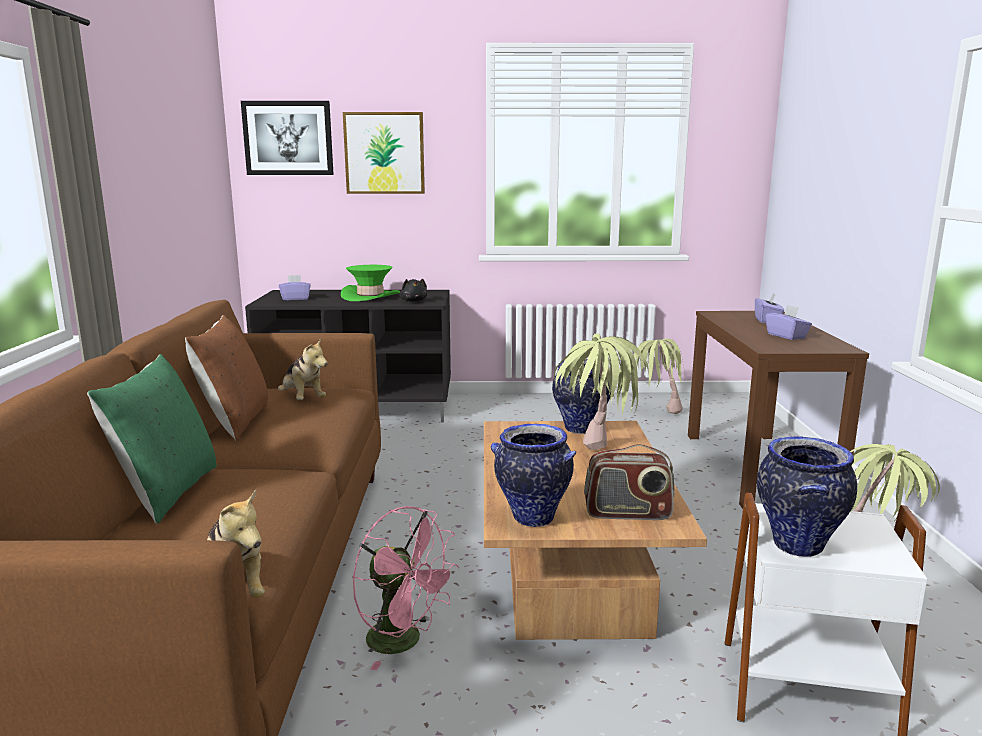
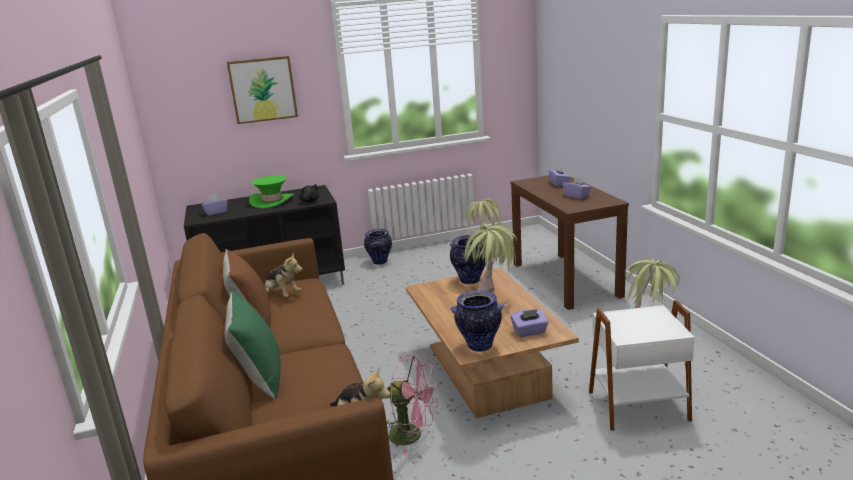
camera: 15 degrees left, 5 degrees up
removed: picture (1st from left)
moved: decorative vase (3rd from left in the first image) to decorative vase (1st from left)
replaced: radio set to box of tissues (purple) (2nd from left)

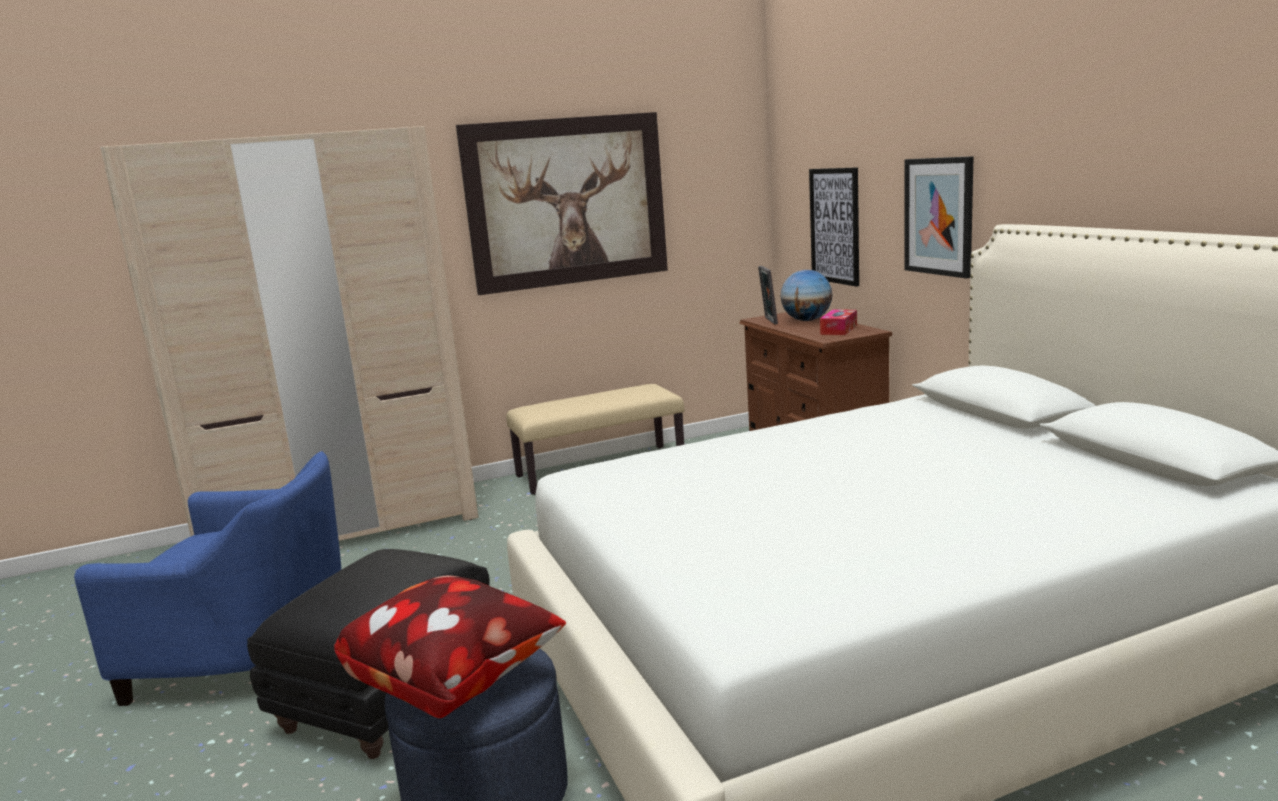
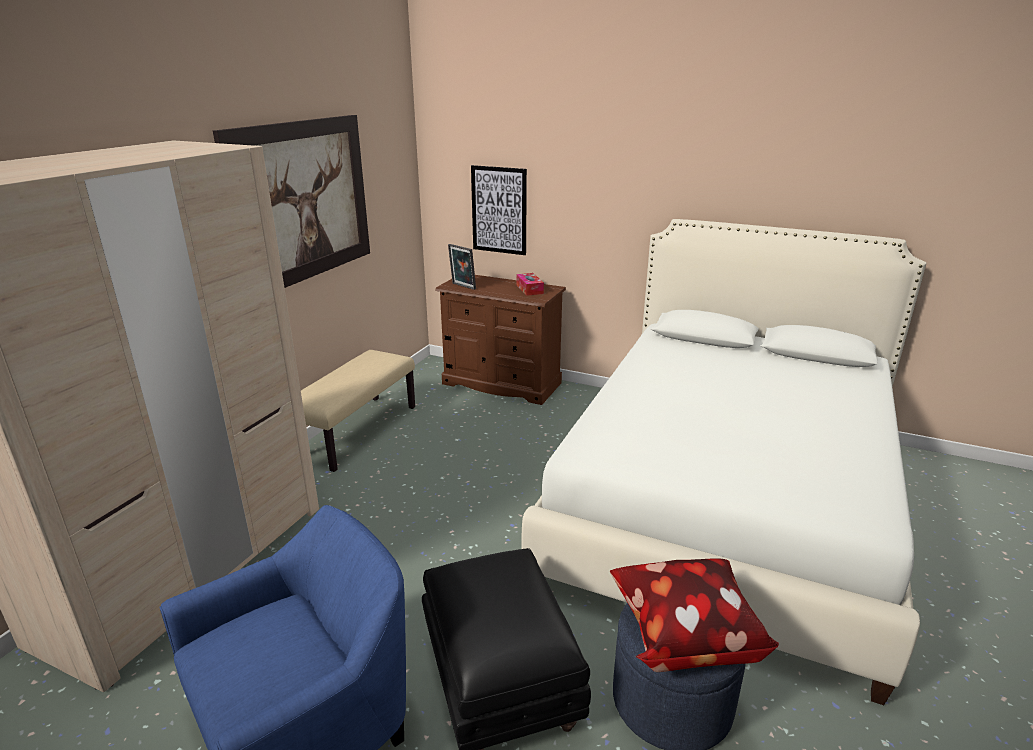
camera: 45 degrees left, 10 degrees up
removed: desk globe; picture (3rd from left)

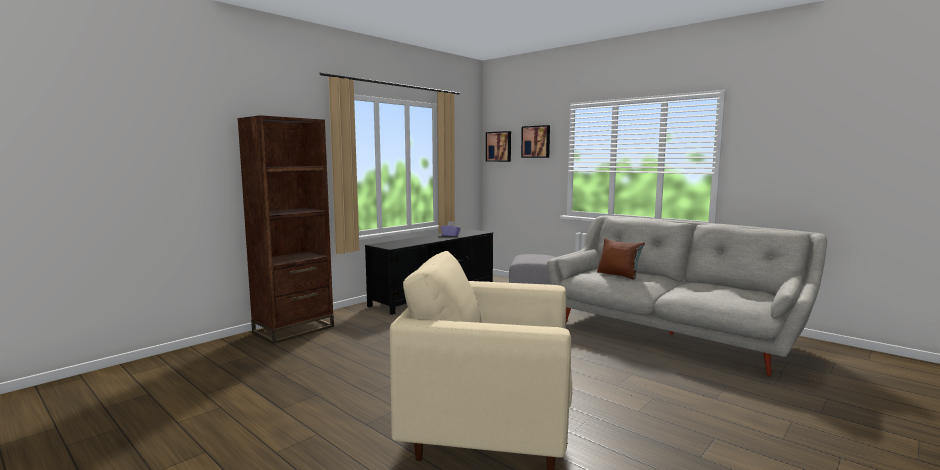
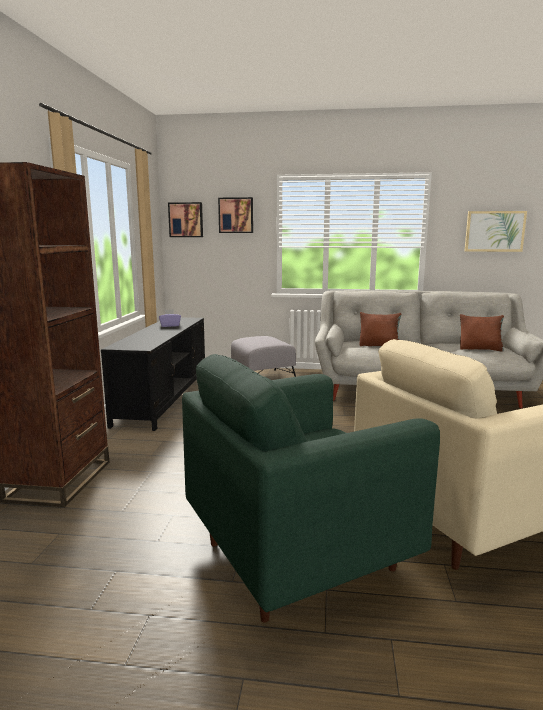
camera: 35 degrees left, 5 degrees up
added: armchair (green-coloured); throw pillow (brown) (2nd from left); picture (3rd from left)

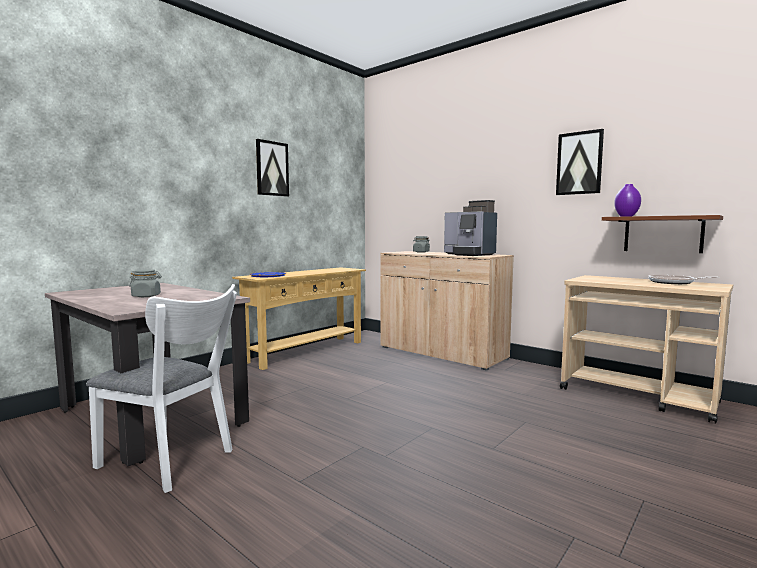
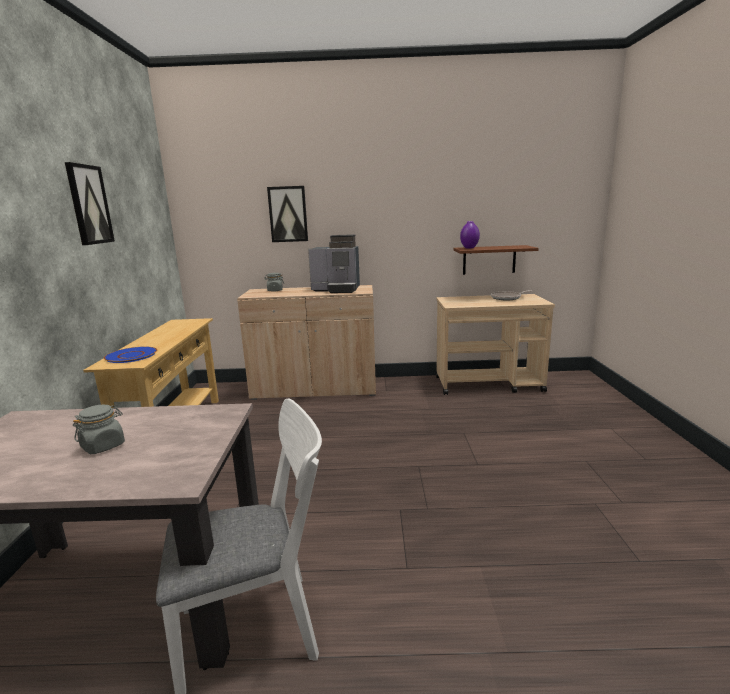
camera: 40 degrees left, 10 degrees up
moved: picture (2nd from left)

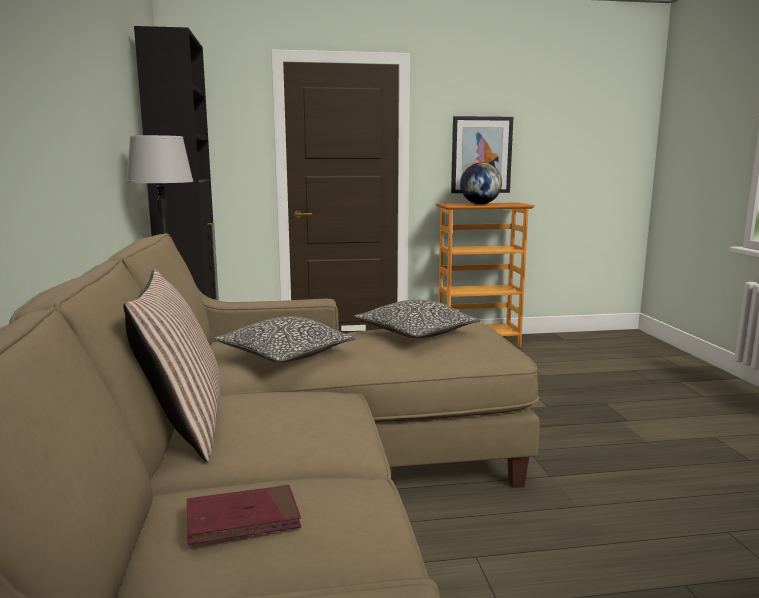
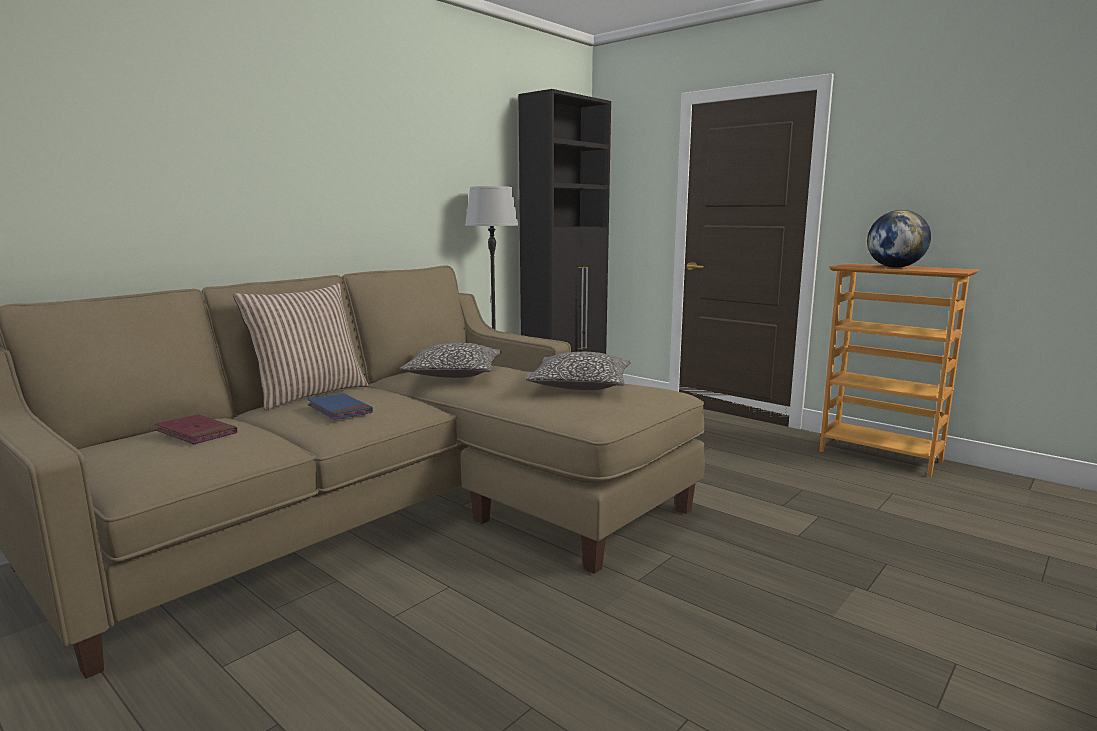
camera: 50 degrees right, 0 degrees up
removed: picture
added: book (bluish)

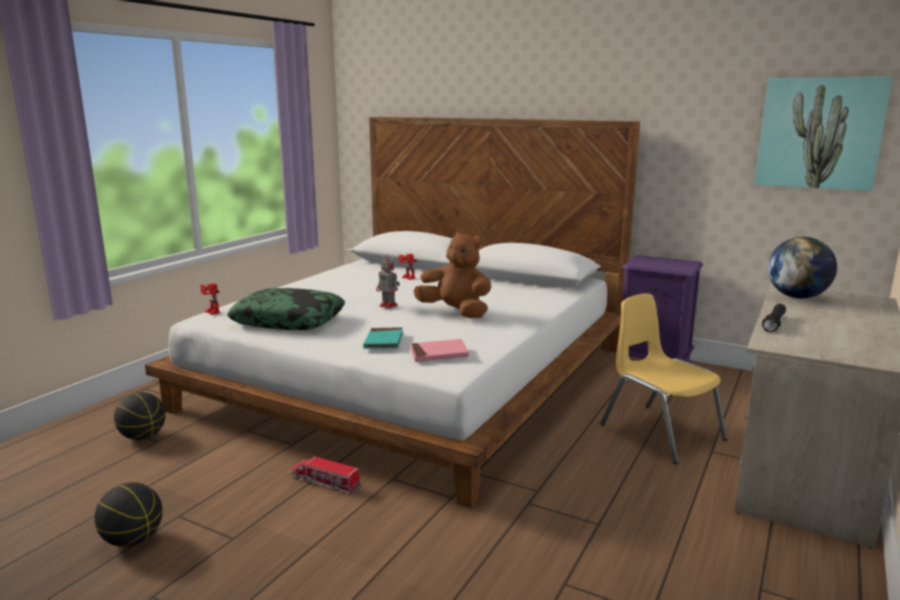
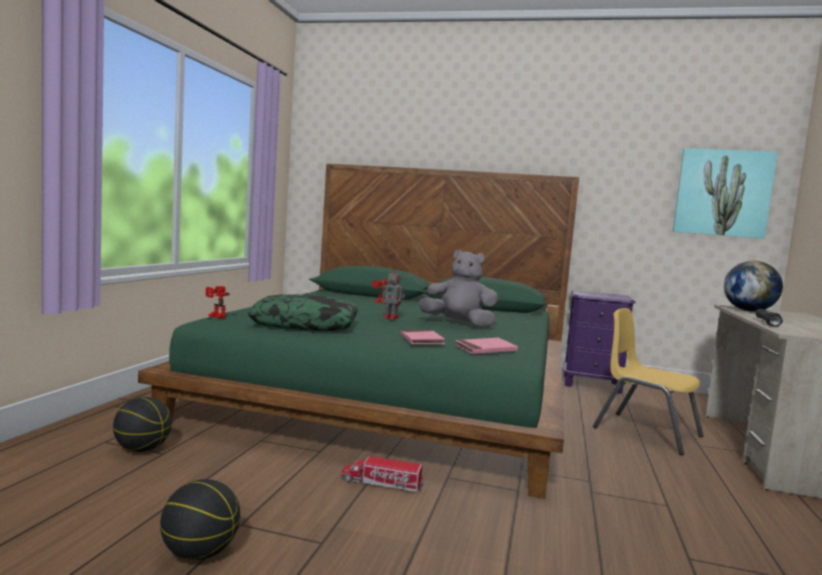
camera: 15 degrees left, 10 degrees down
recoloured: sleeping bed (white-coloured) to sleeping bed (green-coloured); book (turquoise) to book (pink) (1st from left); plush toy (brown) to plush toy (gray)

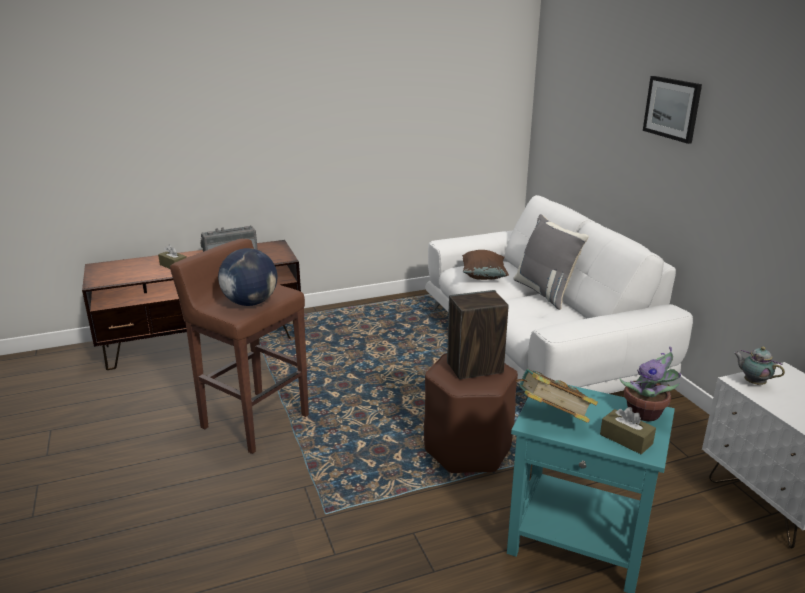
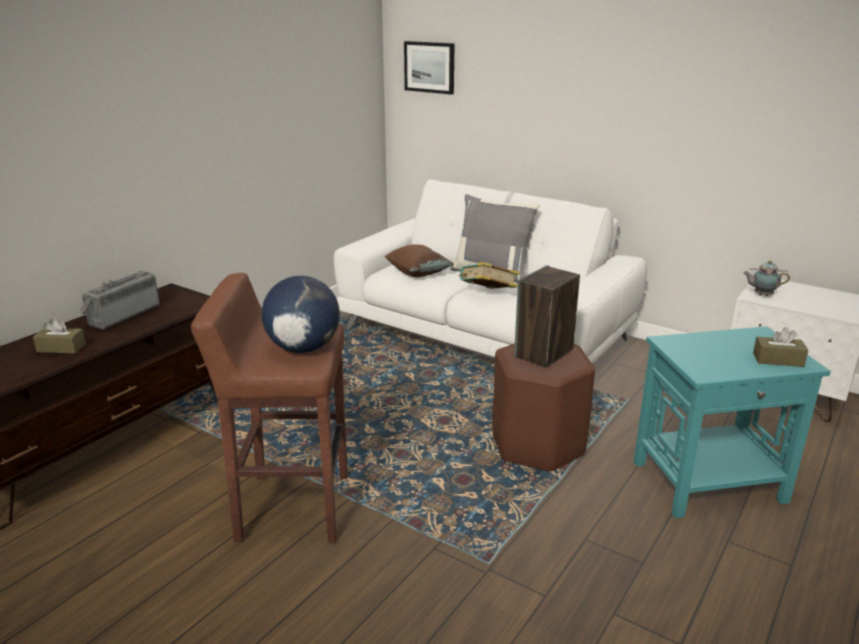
camera: 35 degrees left, 0 degrees up
removed: plant in a pot
moved: book; picture

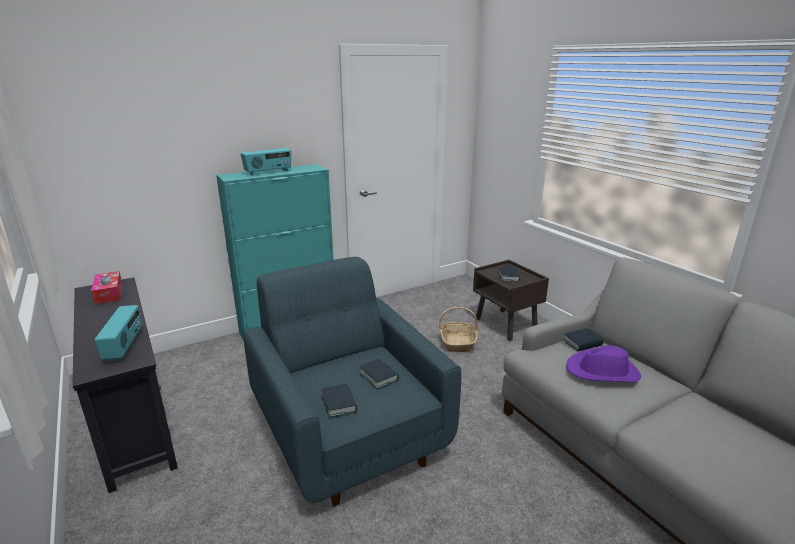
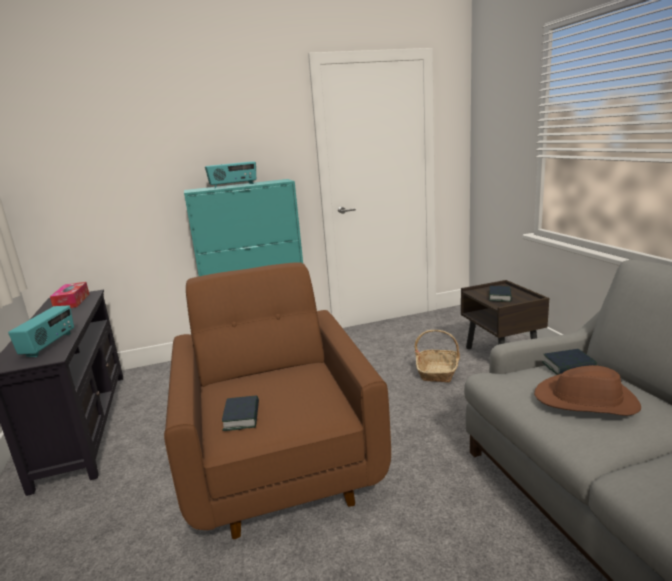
camera: 15 degrees right, 5 degrees down
removed: book (2nd from left)
recoloured: armchair (bluish) to armchair (brown); hat (purple) to hat (brown)

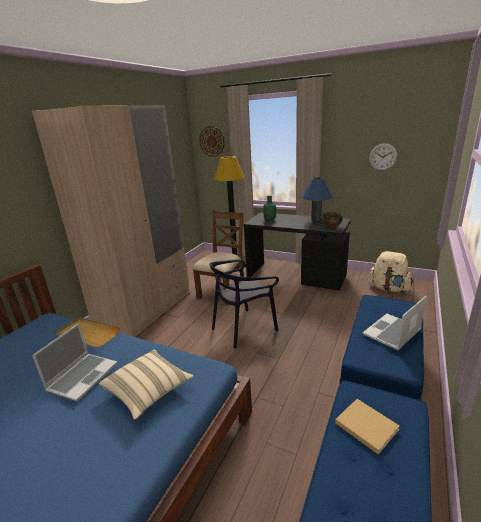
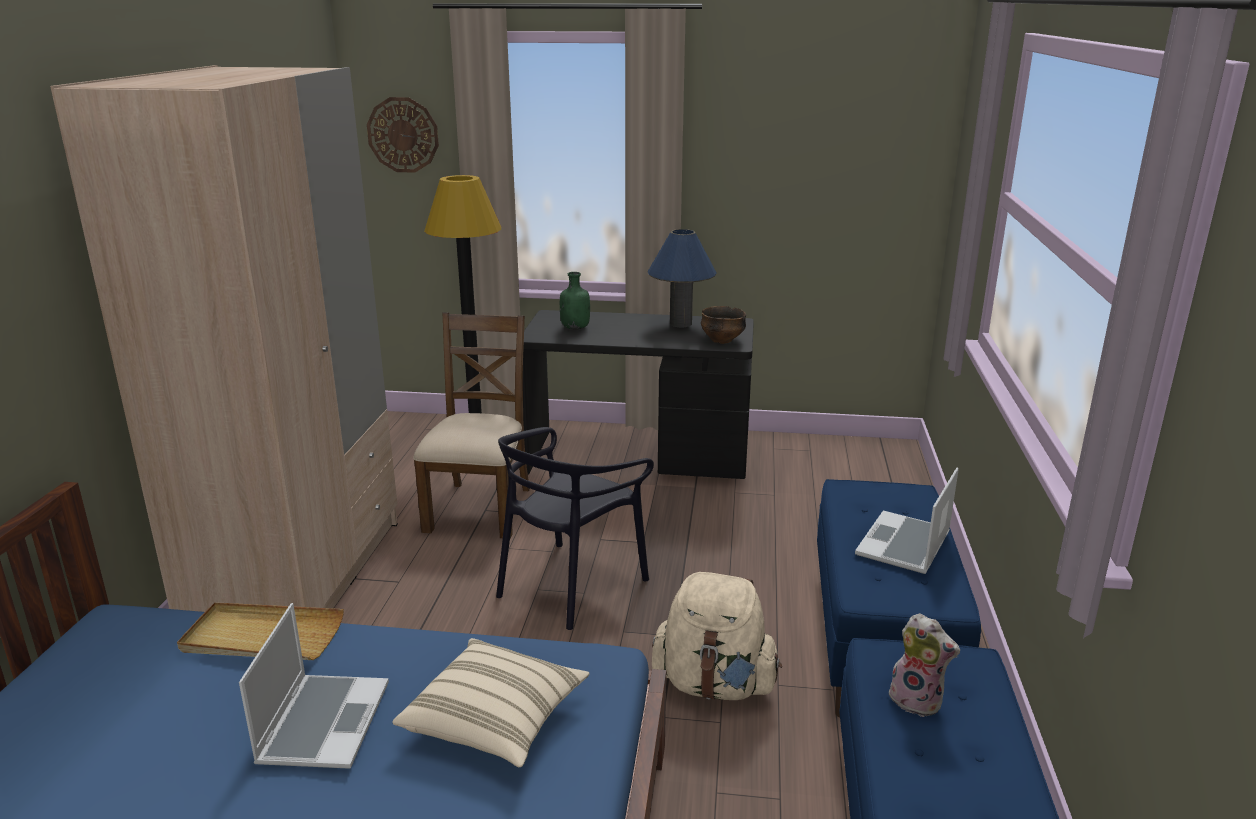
camera: 20 degrees left, 0 degrees up
removed: clock on the wall (2nd from left)
moved: rucksack (sand-coloured)
replaced: book (sand-coloured) to plush toy

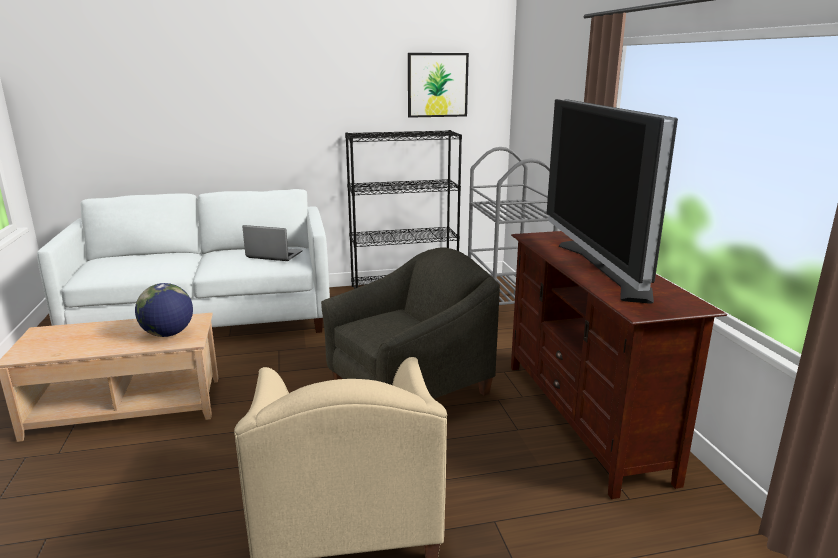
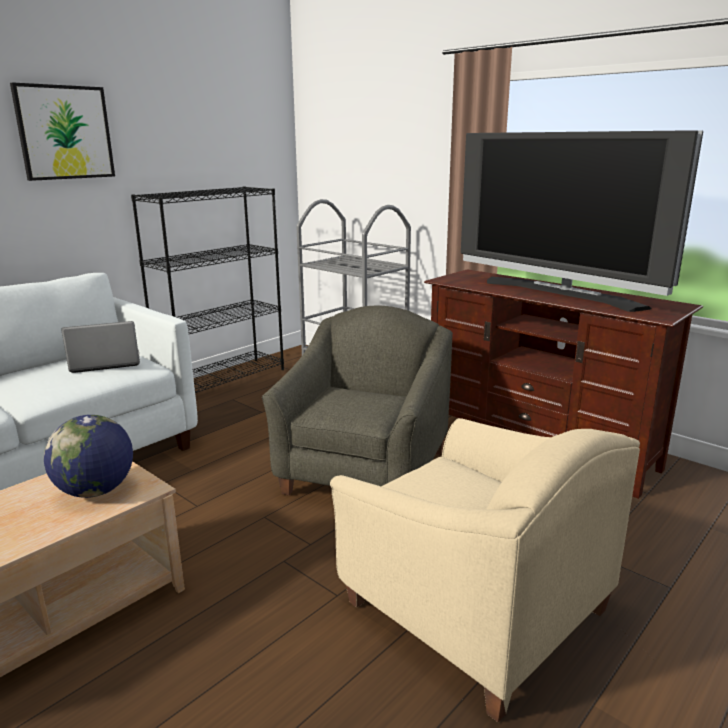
camera: 35 degrees left, 0 degrees up
moved: picture

